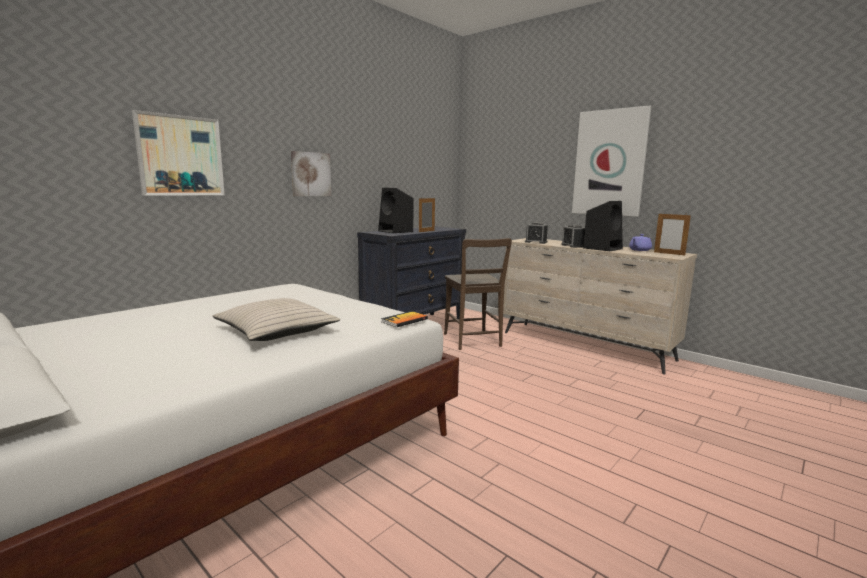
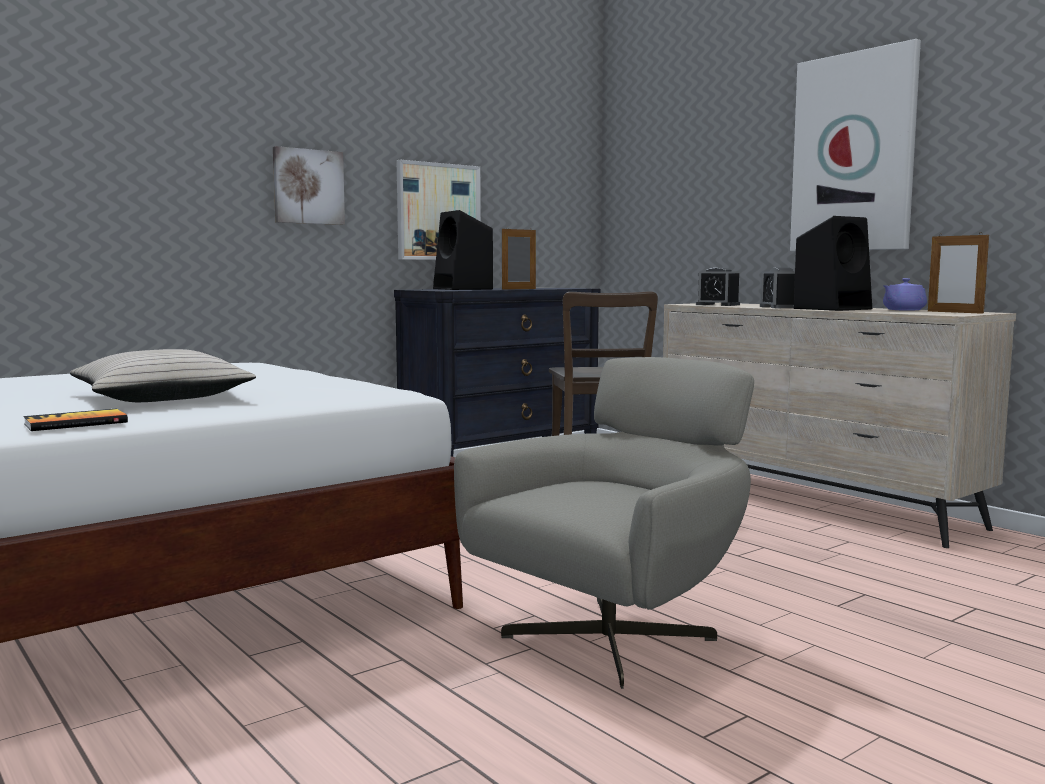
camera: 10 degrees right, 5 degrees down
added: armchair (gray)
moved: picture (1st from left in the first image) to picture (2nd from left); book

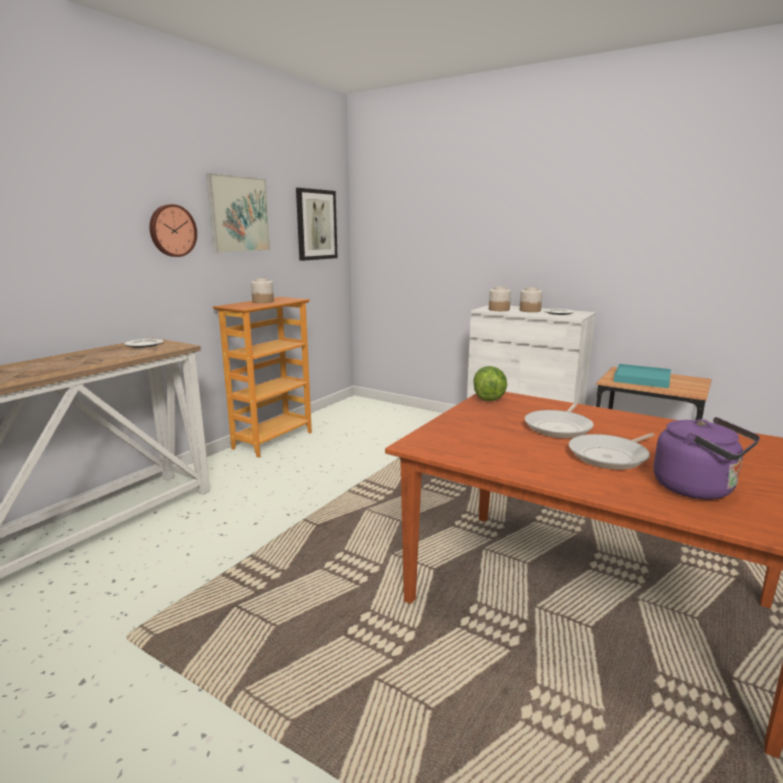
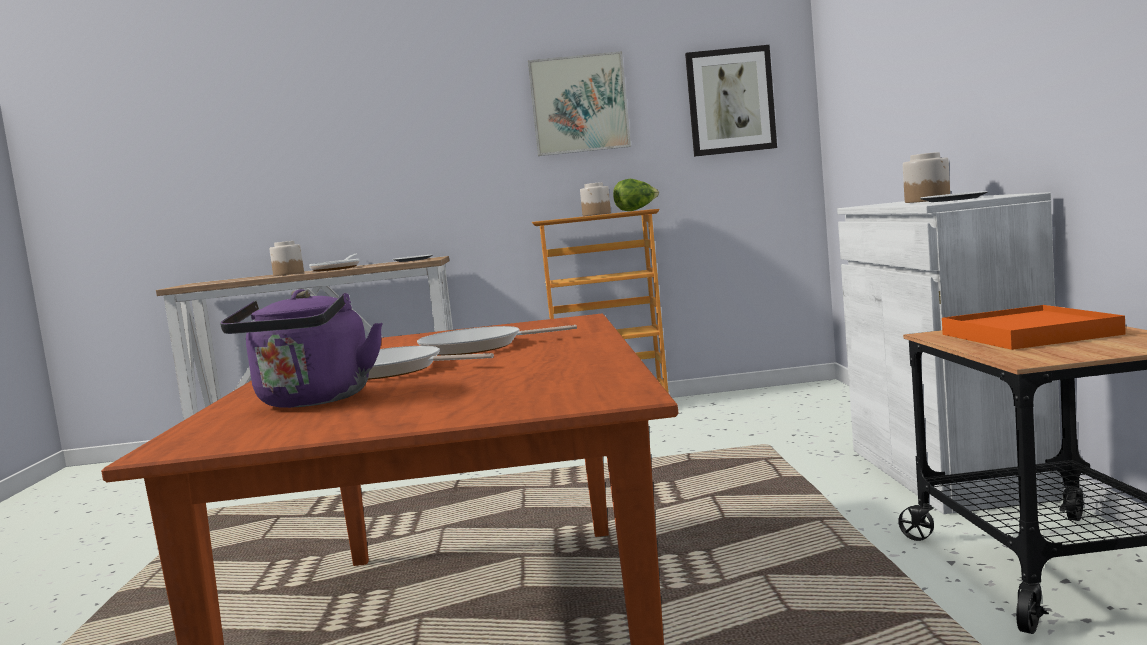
camera: 55 degrees right, 10 degrees down
removed: clock on the wall
added: skillet (1st from left)
moved: head of lettuce; preserve jar (2nd from left in the first image) to preserve jar (1st from left)
recoloured: tray (turquoise) to tray (orange-coloured)

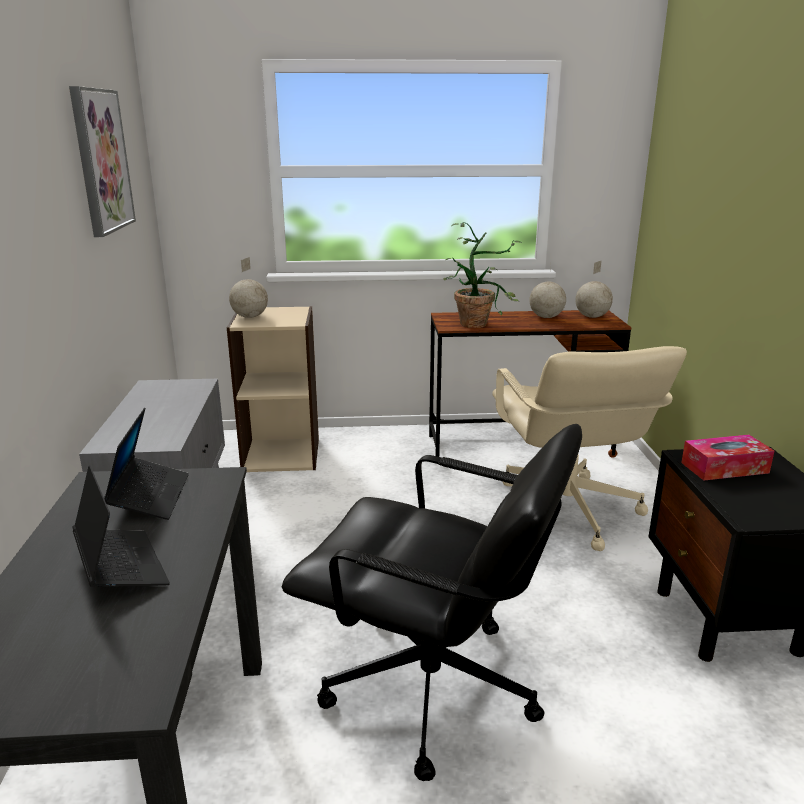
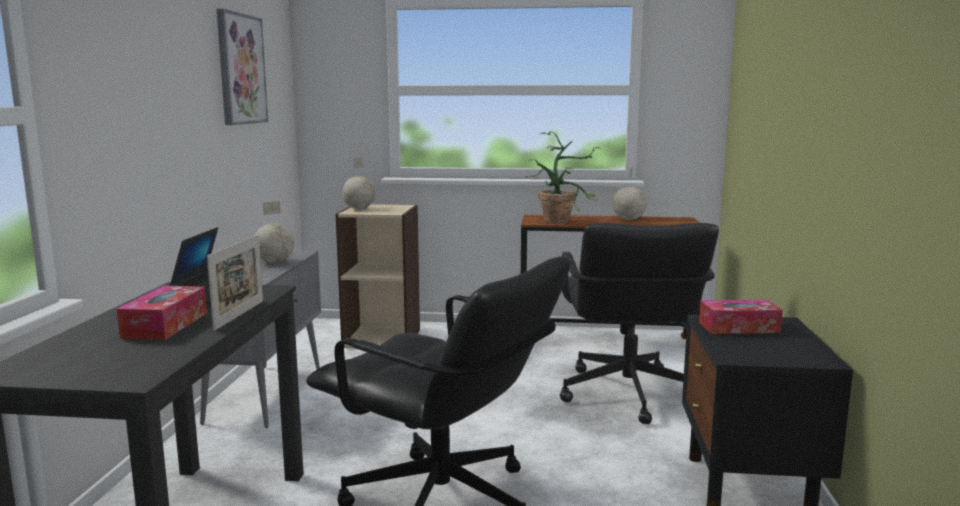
camera: 10 degrees right, 10 degrees down
added: picture frame
moved: desk globe (3rd from left in the first image) to desk globe (1st from left)
replaced: portable computer (1st from left) to box of tissues (1st from left)
recoloured: computer chair (sand-coloured) to computer chair (black-coloured) (2nd from left)

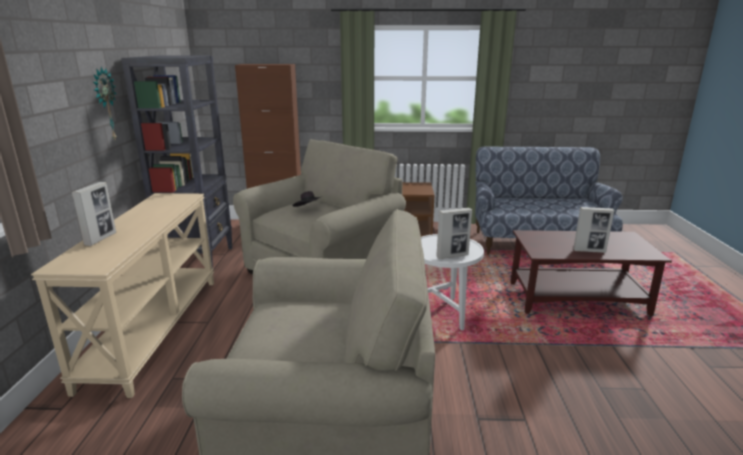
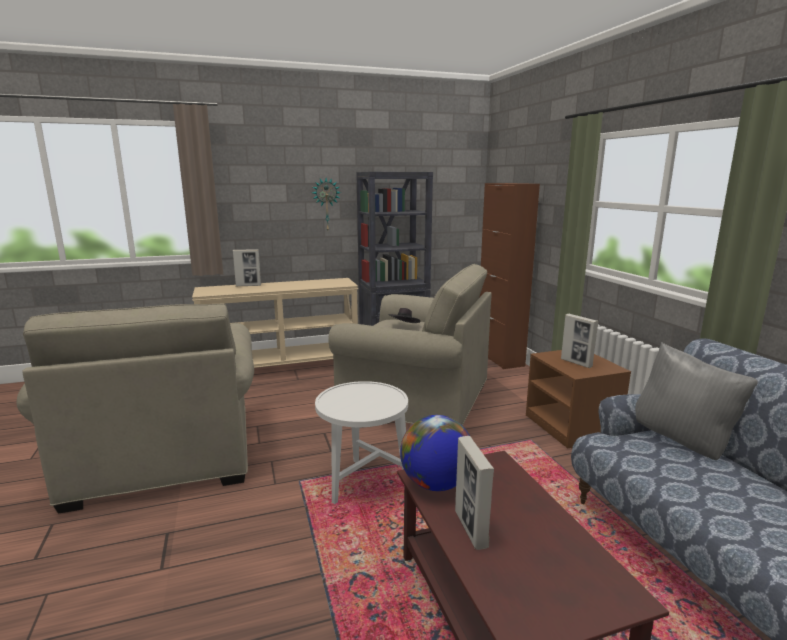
camera: 70 degrees right, 5 degrees down
added: desk globe; throw pillow (gray)
moved: picture frame (2nd from left in the first image) to picture frame (3rd from left)

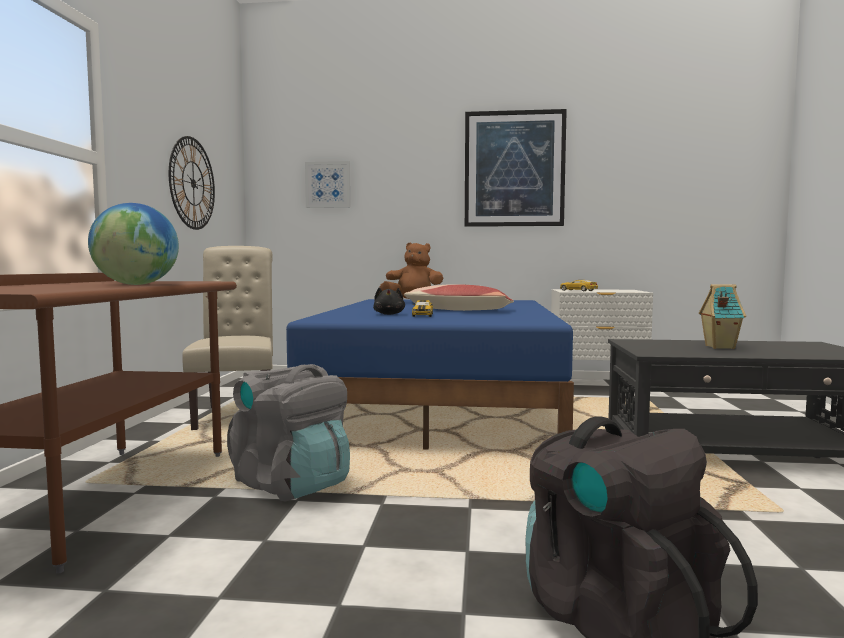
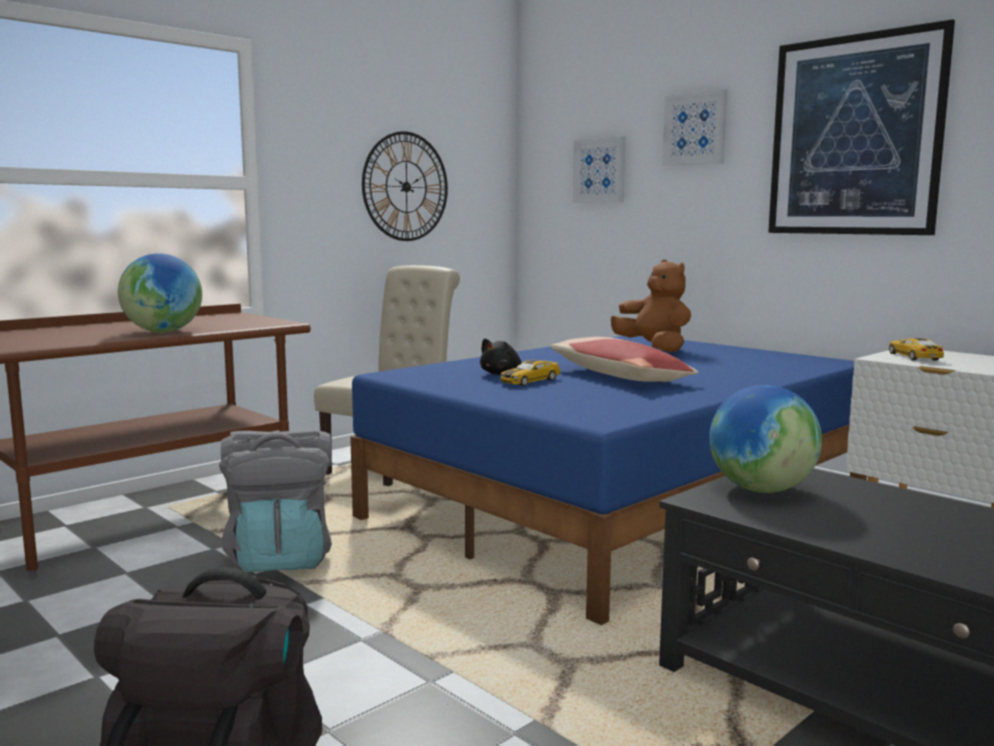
camera: 40 degrees right, 5 degrees up
removed: model house
added: picture (2nd from left); desk globe (2nd from left)

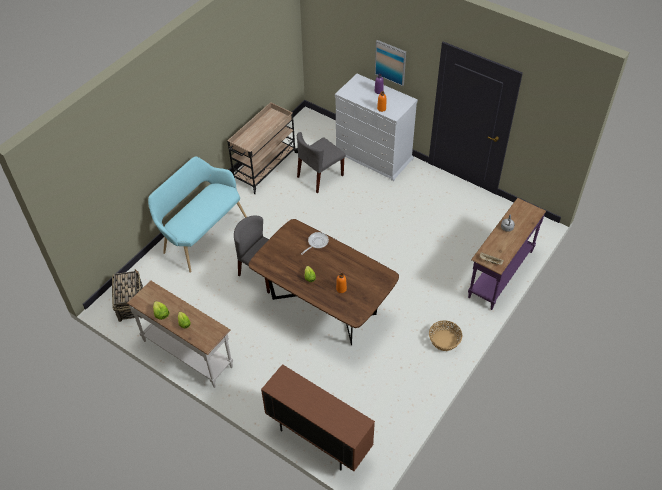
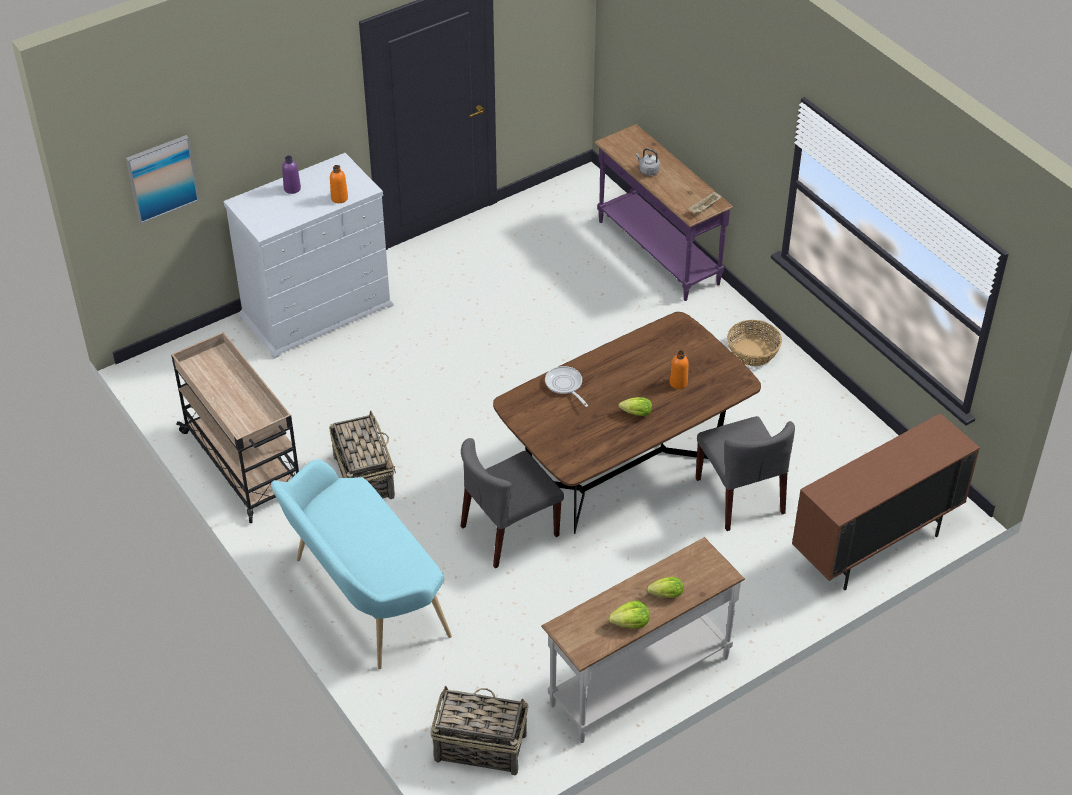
camera: 70 degrees left, 5 degrees down
added: basket (1st from left)
moved: upright chair (gray) (2nd from left); picture

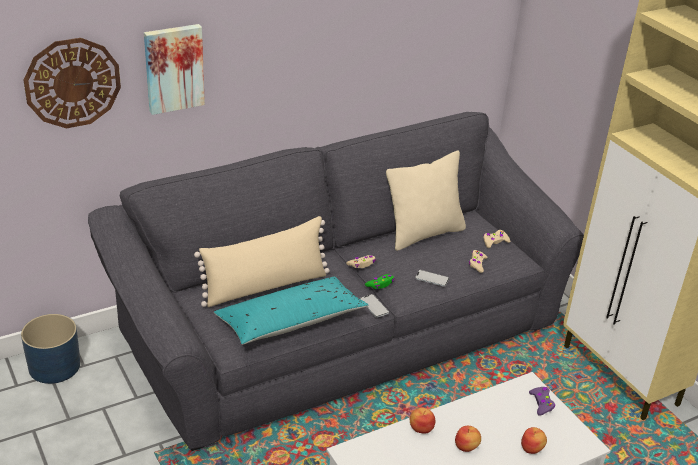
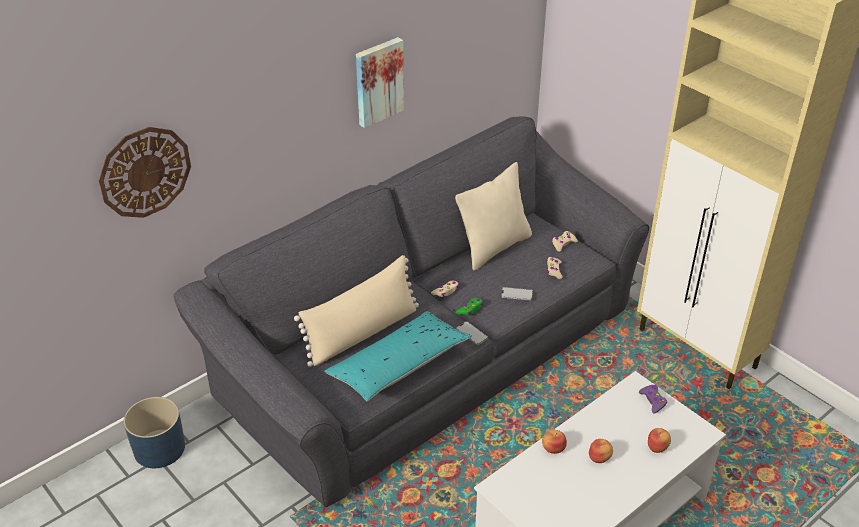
camera: 10 degrees left, 5 degrees up
moved: picture

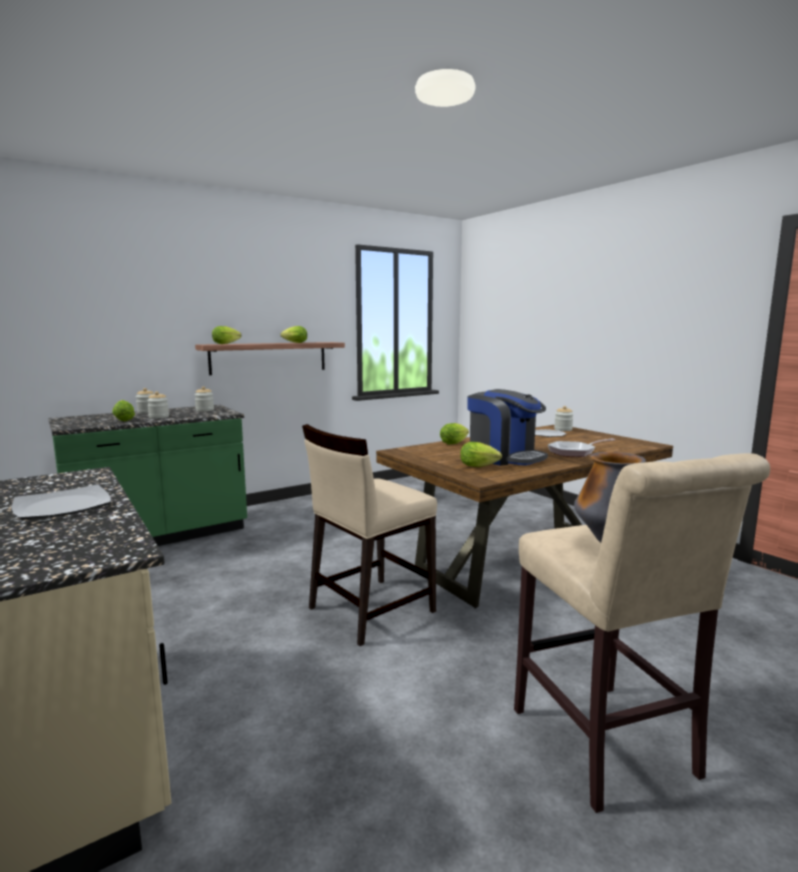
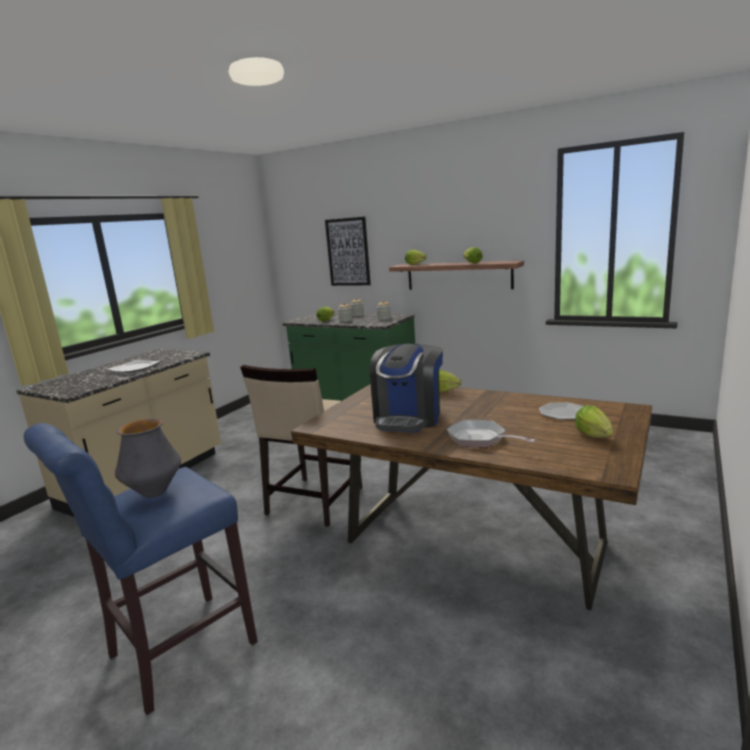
camera: 65 degrees right, 5 degrees up
removed: preserve jar (4th from left)
added: picture
moved: head of lettuce (5th from left)
recoloured: stool seat (sand-coloured) to stool seat (bluish)
turned: upright chair (sand-coloured) 90 degrees counterclockwise

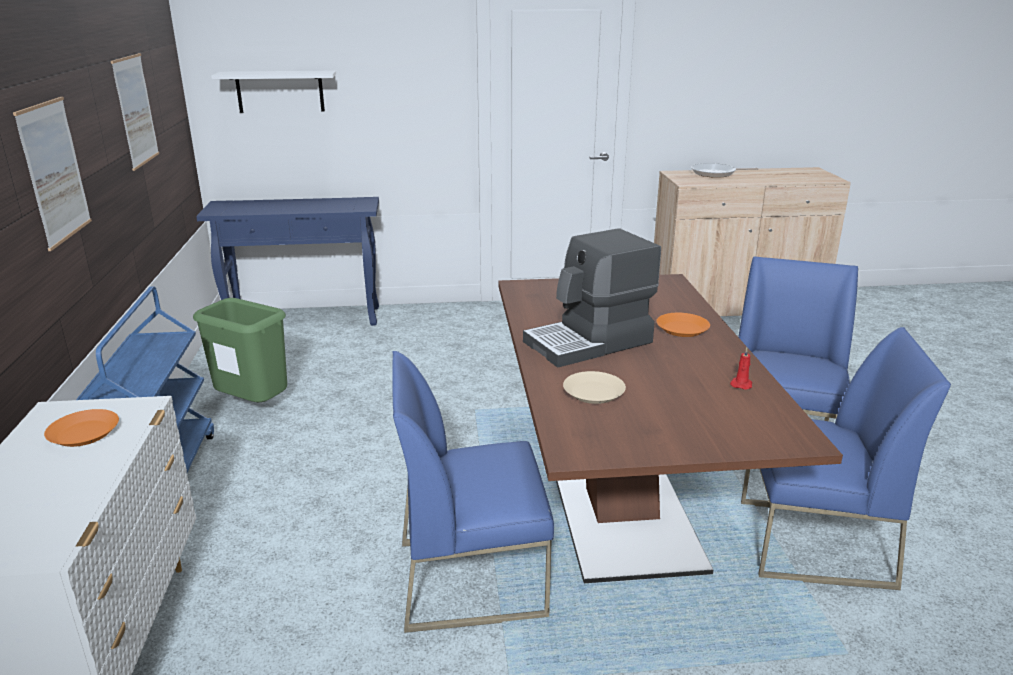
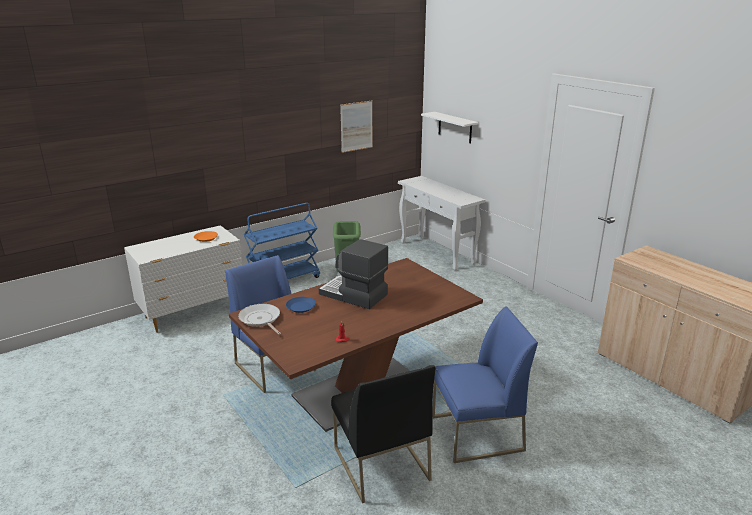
camera: 60 degrees right, 0 degrees up
removed: picture (1st from left); flat dish (orange-coloured) (2nd from left)
moved: skillet
recoloured: console table (bluish) to console table (white-coloured); flat dish (sand-coloured) to flat dish (bluish); upright chair (bluish) (3rd from left) to upright chair (black-coloured)

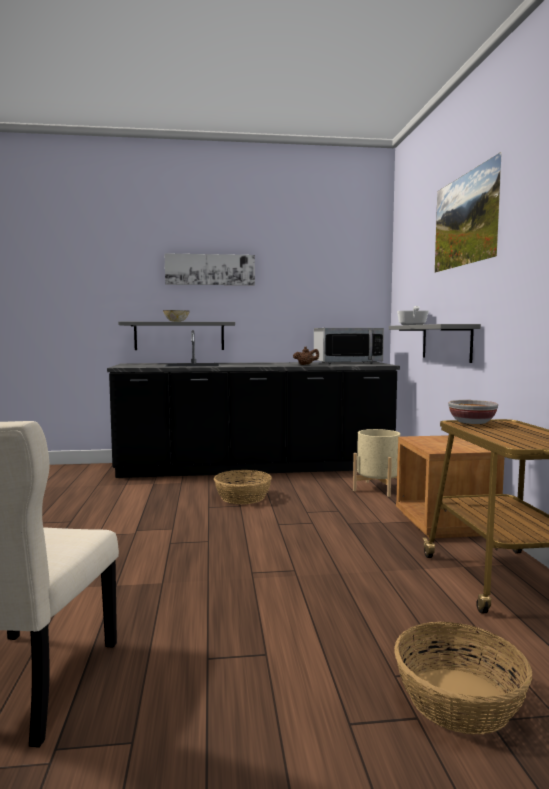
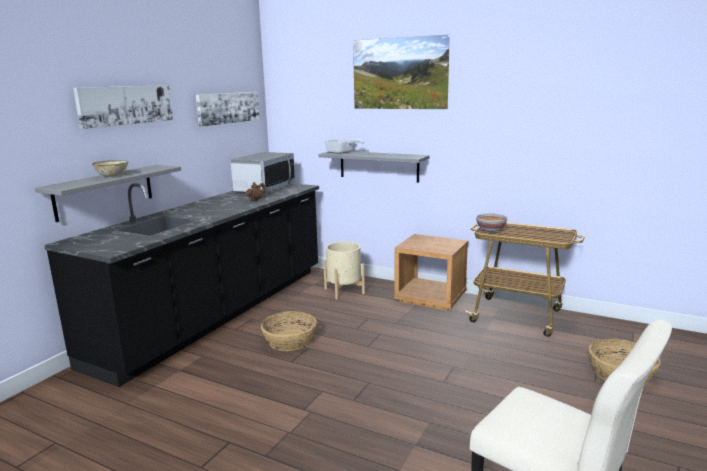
camera: 55 degrees left, 10 degrees up
added: picture (2nd from left)

